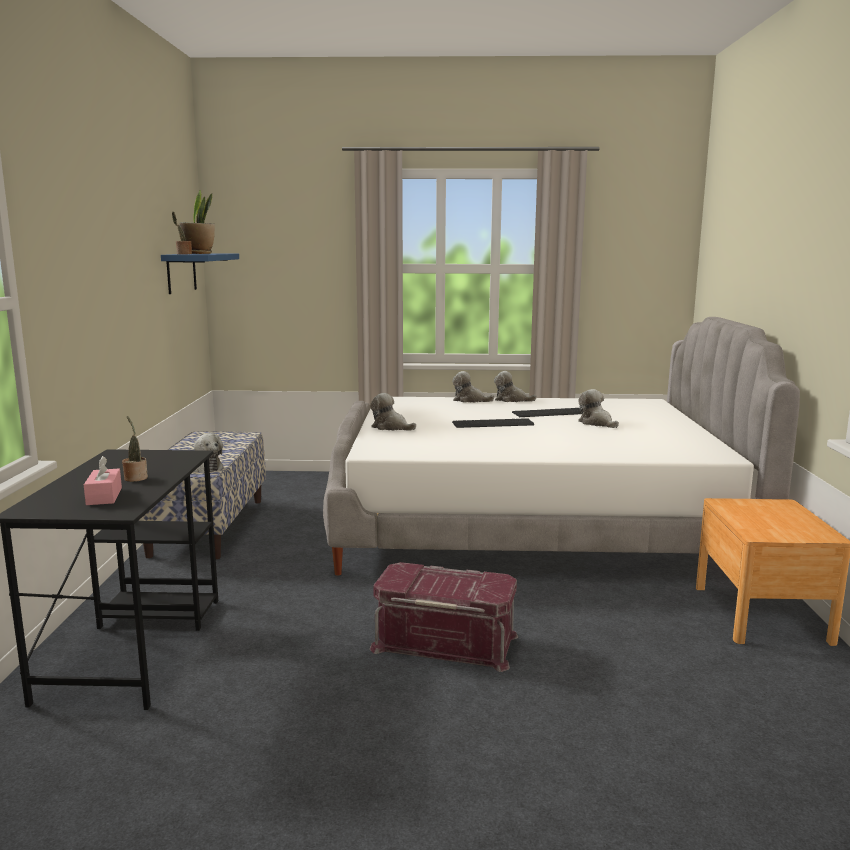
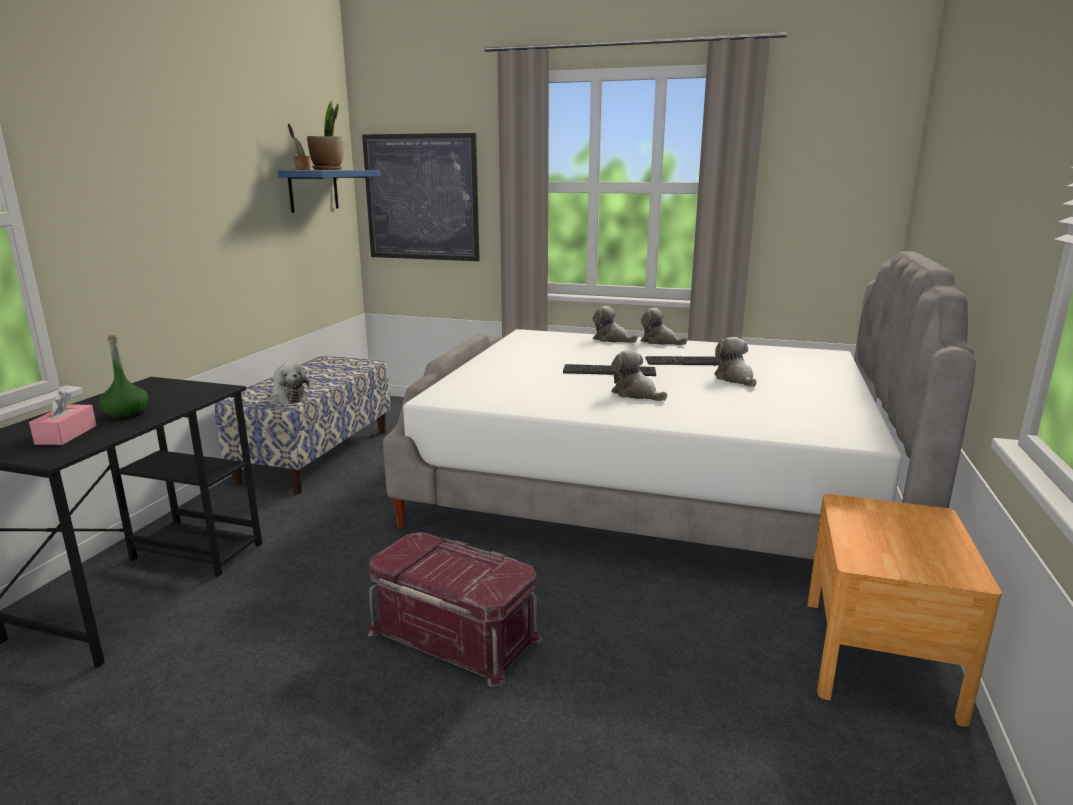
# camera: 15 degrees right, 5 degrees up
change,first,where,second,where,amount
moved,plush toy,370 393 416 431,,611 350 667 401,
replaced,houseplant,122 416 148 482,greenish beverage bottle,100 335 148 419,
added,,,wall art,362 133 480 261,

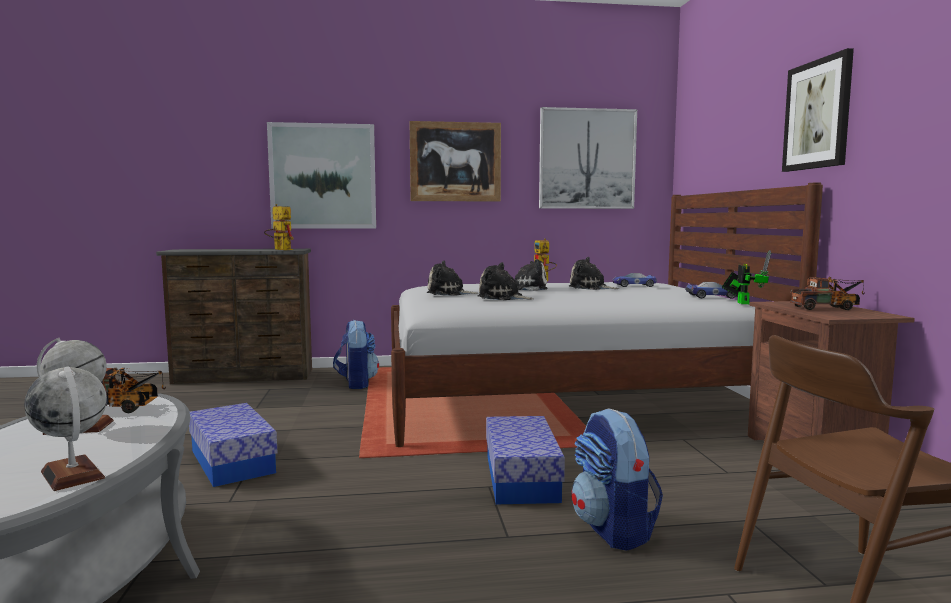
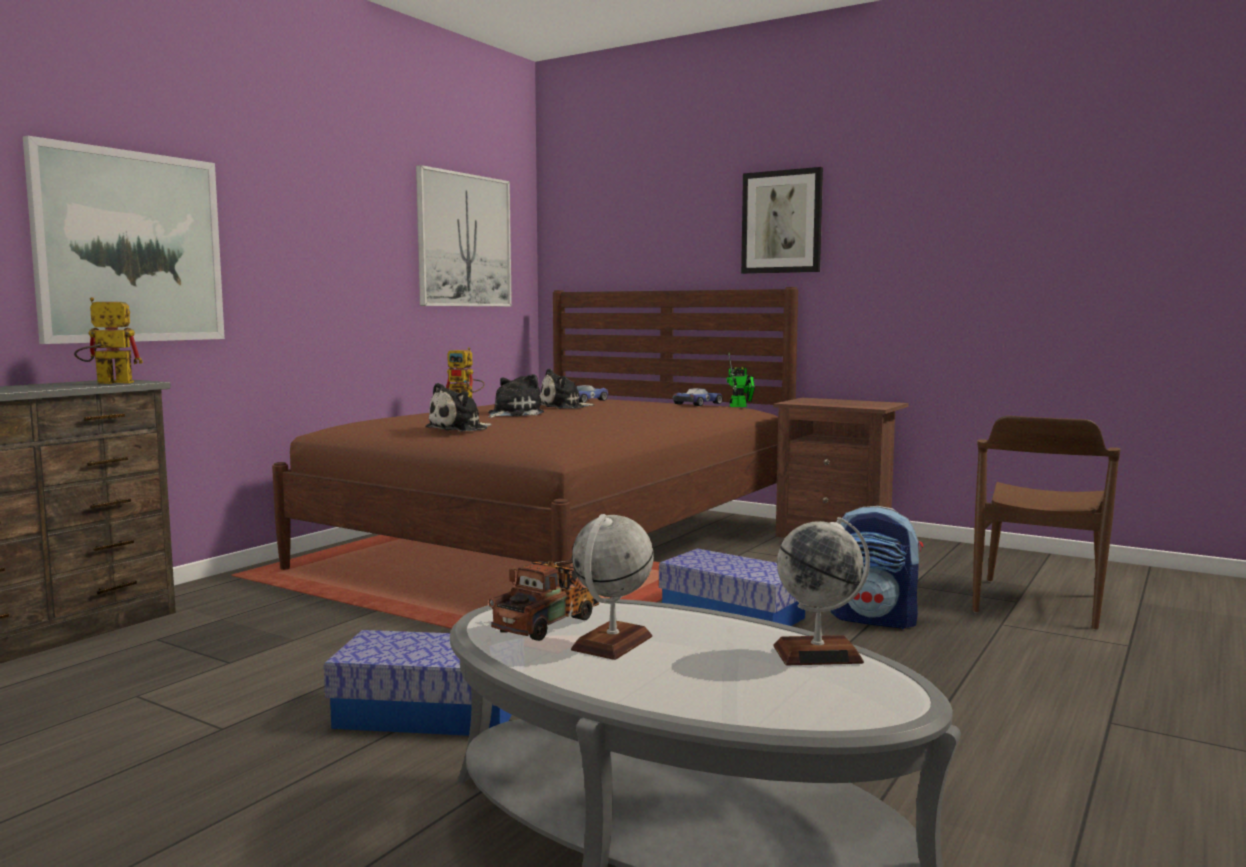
# camera: 50 degrees left, 0 degrees up
change,first,where,second,where,amount
removed,wall art,410 121 501 202,,,
recoloured,white sleeping bed,391 183 823 447,brownish sleeping bed,272 287 798 582,
turned,toy robot,722 250 772 304,,726 353 755 407,120 degrees clockwise
removed,plush toy,477 262 534 300,,,
removed,model truck,790 277 865 310,,,
removed,backpack,333 320 379 389,,,

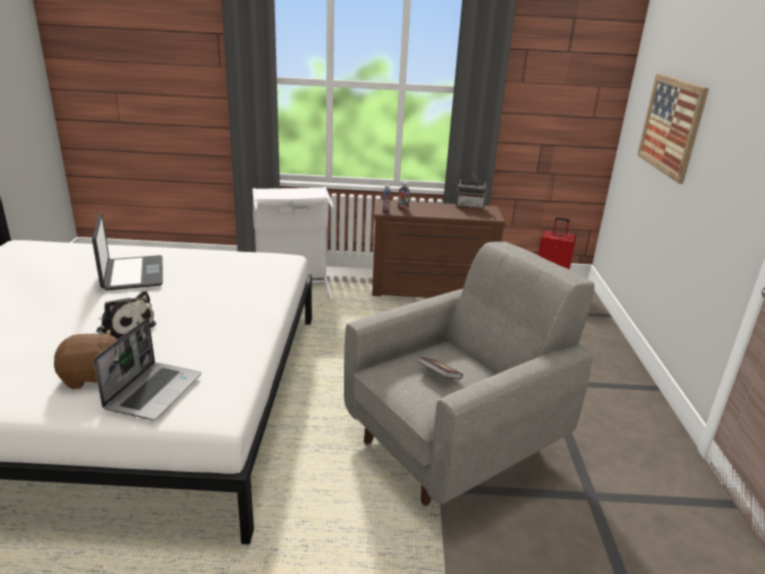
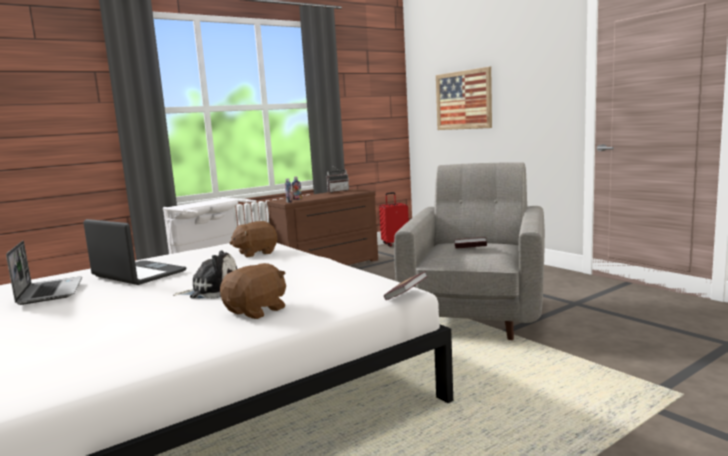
# camera: 35 degrees left, 15 degrees down
change,first,where,second,where,amount
moved,laptop,93 318 201 420,,6 241 82 305,
added,,,brownish plush toy,230 221 277 258,
added,,,volume,384 271 428 300,

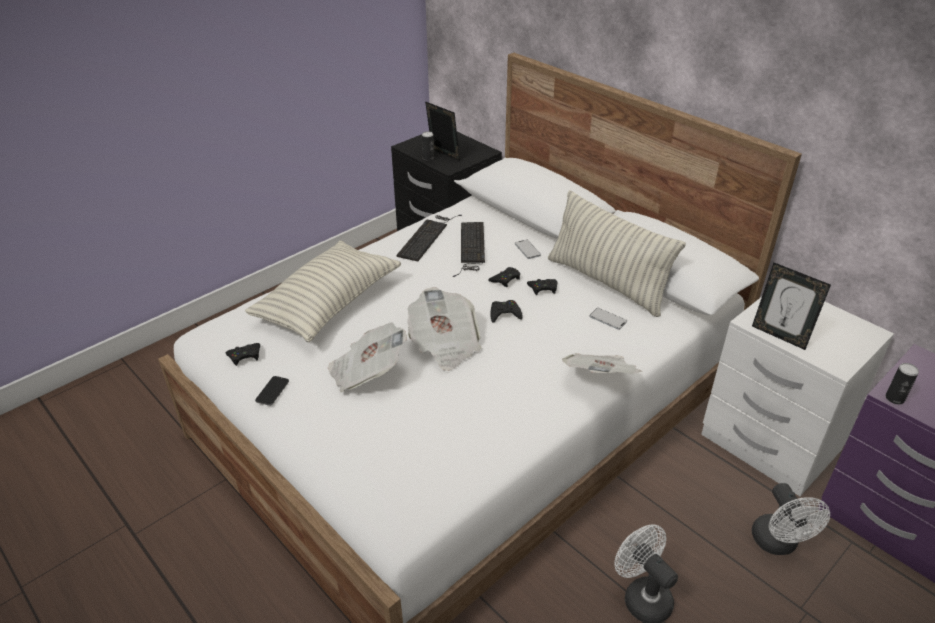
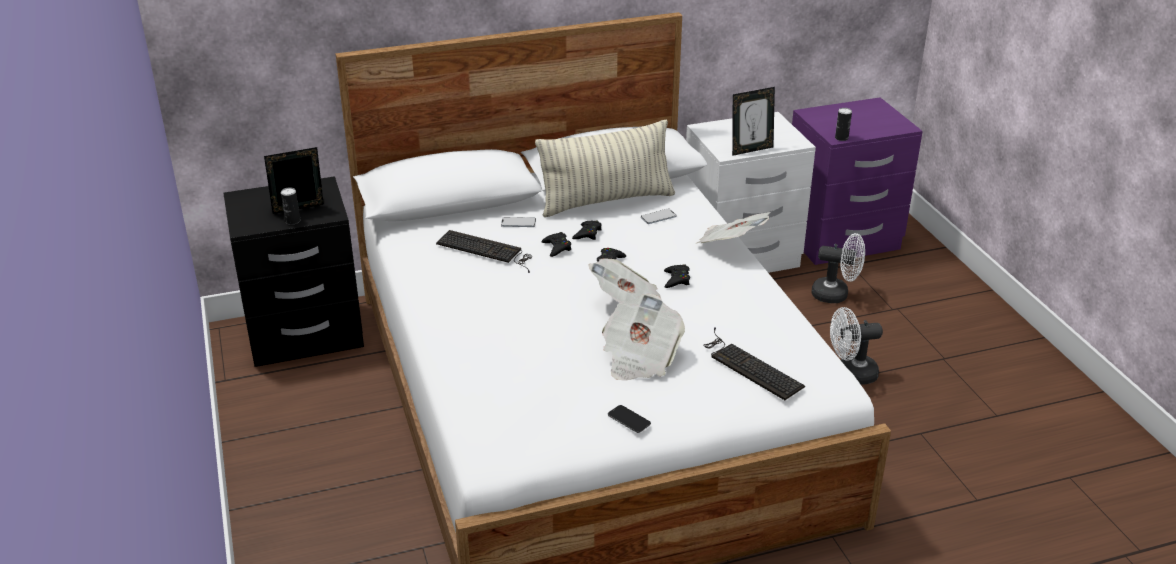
# camera: 65 degrees left, 5 degrees down
change,first,where,second,where,amount
moved,keyboard,397 215 462 262,,703 327 805 400,
removed,pillow,245 241 401 342,,,
moved,black gamepad,226 343 260 366,,664 264 690 288,

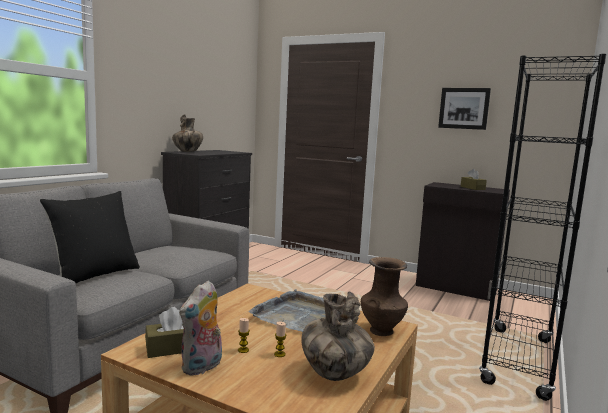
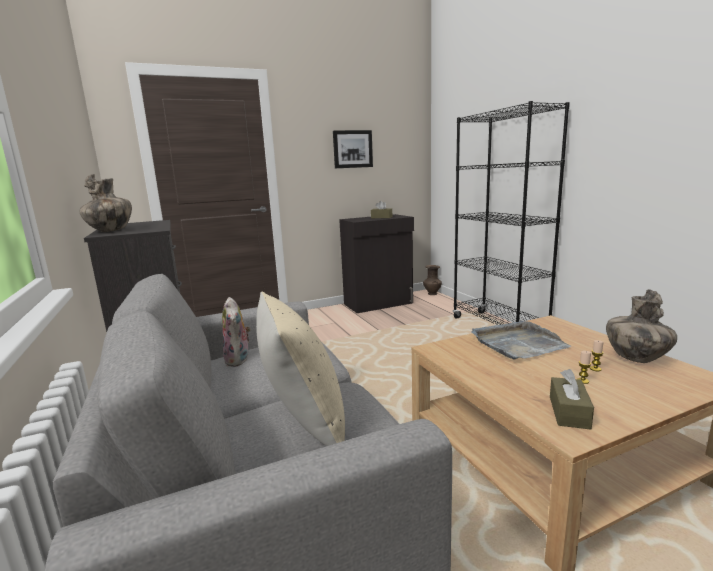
# camera: 50 degrees left, 5 degrees up
change,first,where,second,where,amount
recoloured,black pillow,40 191 140 283,sand-coloured pillow,256 292 345 446,
moved,brownish vase,361 257 408 336,,423 265 442 295,
moved,plush toy,179 281 222 376,,222 297 251 367,

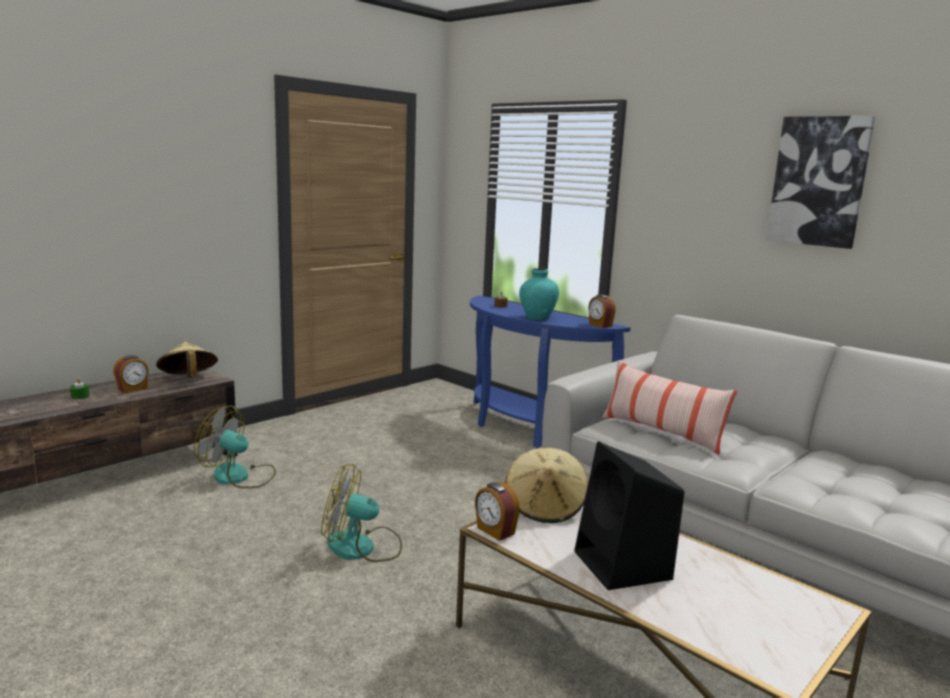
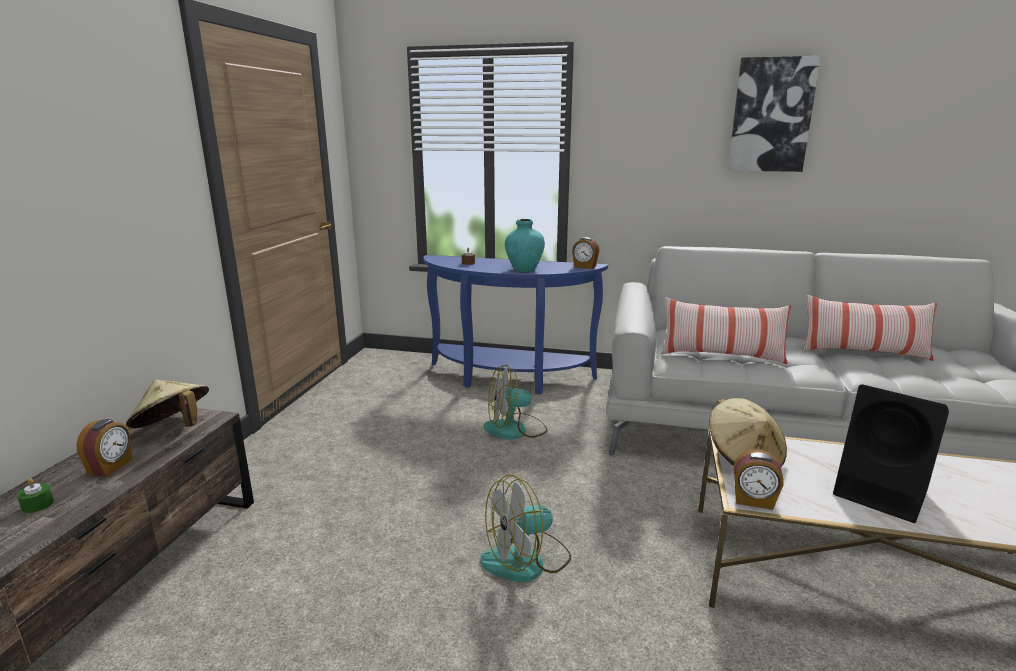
# camera: 30 degrees left, 5 degrees up
change,first,where,second,where,amount
moved,fan,194 405 276 488,,484 365 547 440,
added,,,pillow,803 295 937 361,

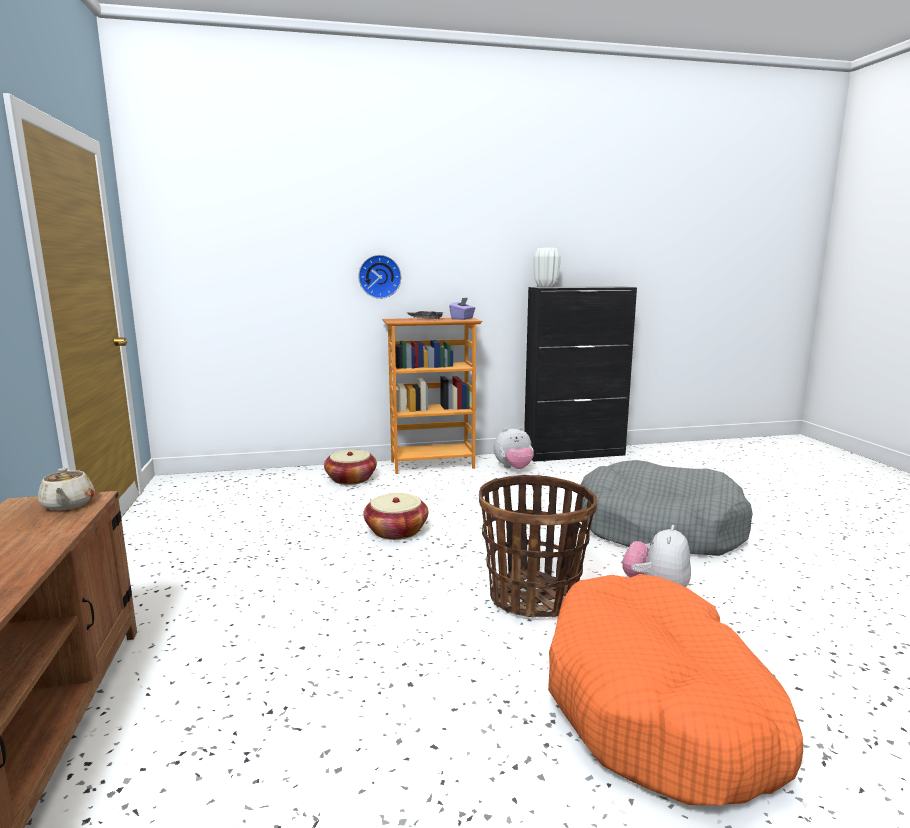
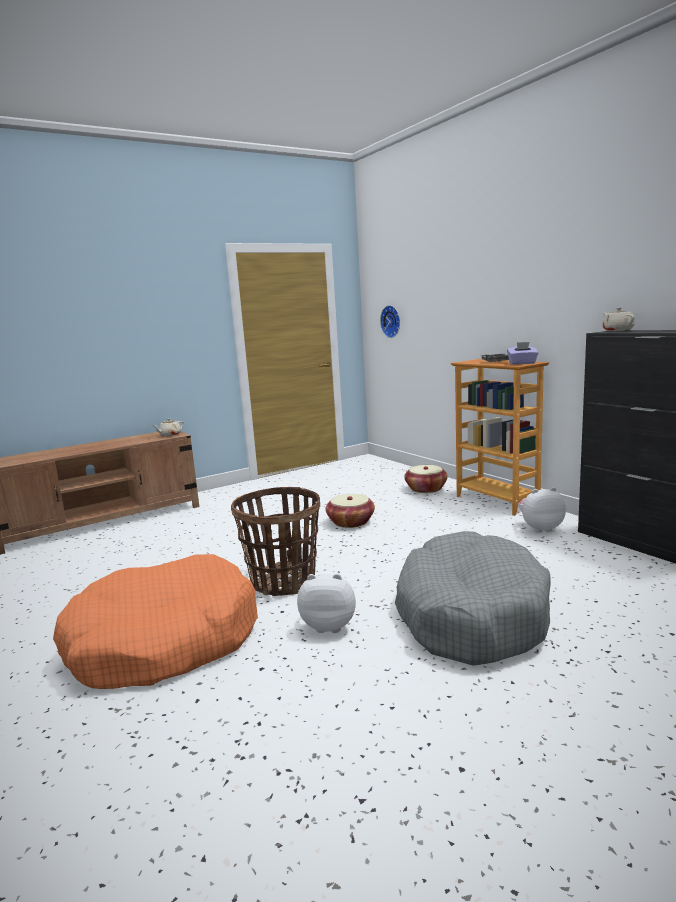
# camera: 70 degrees right, 0 degrees up
change,first,where,second,where,amount
replaced,white vase,533 248 561 287,sand-coloured pot for tea,602 307 635 331,
moved,wall clock,358 255 401 299,,380 305 400 338,
turned,plush toy,494 427 534 469,,519 487 566 533,120 degrees clockwise

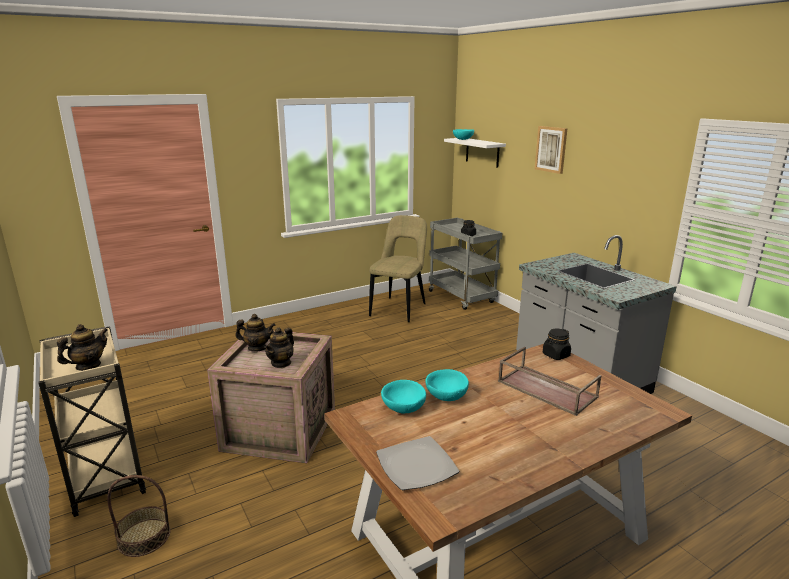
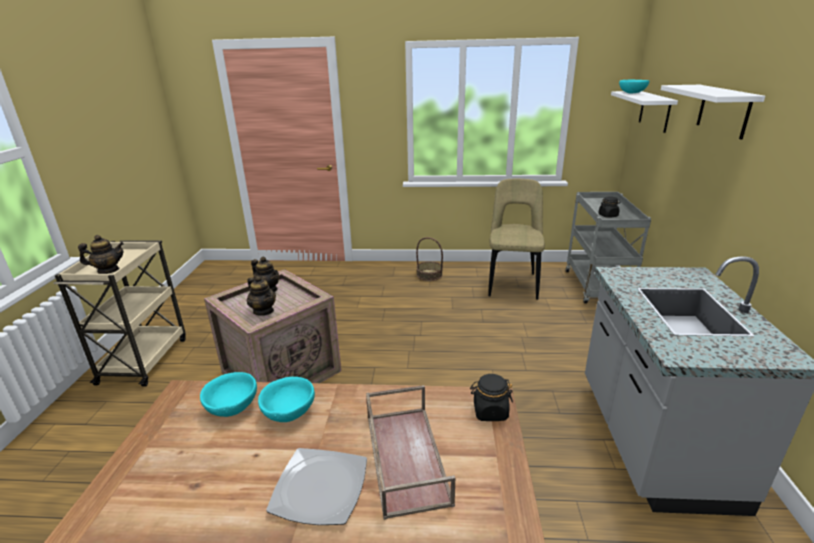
# camera: 35 degrees right, 5 degrees up
change,first,where,second,where,amount
replaced,wall art,535 126 567 174,white bracket shelf,661 85 765 140,
turned,sand-coloured chair,369 215 427 322,,488 179 545 300,45 degrees counterclockwise
turned,pot for tea,264 327 294 368,,247 276 276 316,105 degrees counterclockwise
moved,dinner plate,376 436 459 490,,266 448 367 525,
moved,storage basket,107 475 171 557,,416 237 443 281,

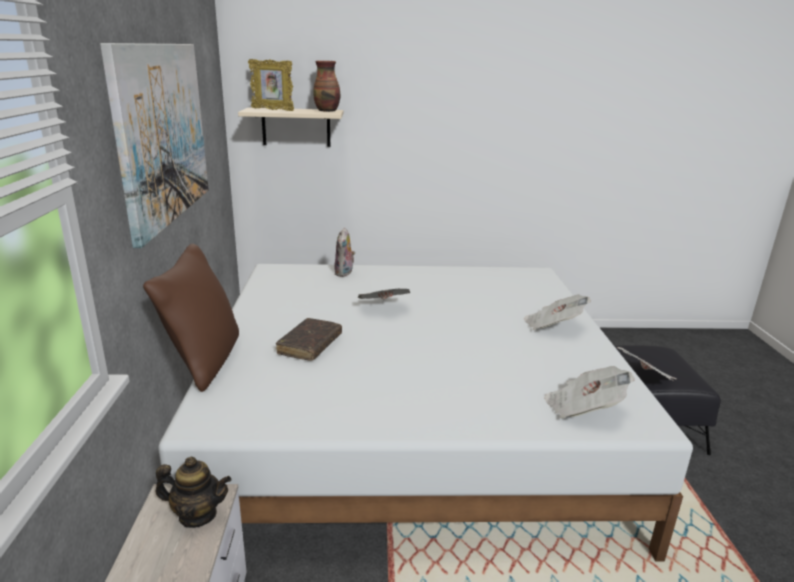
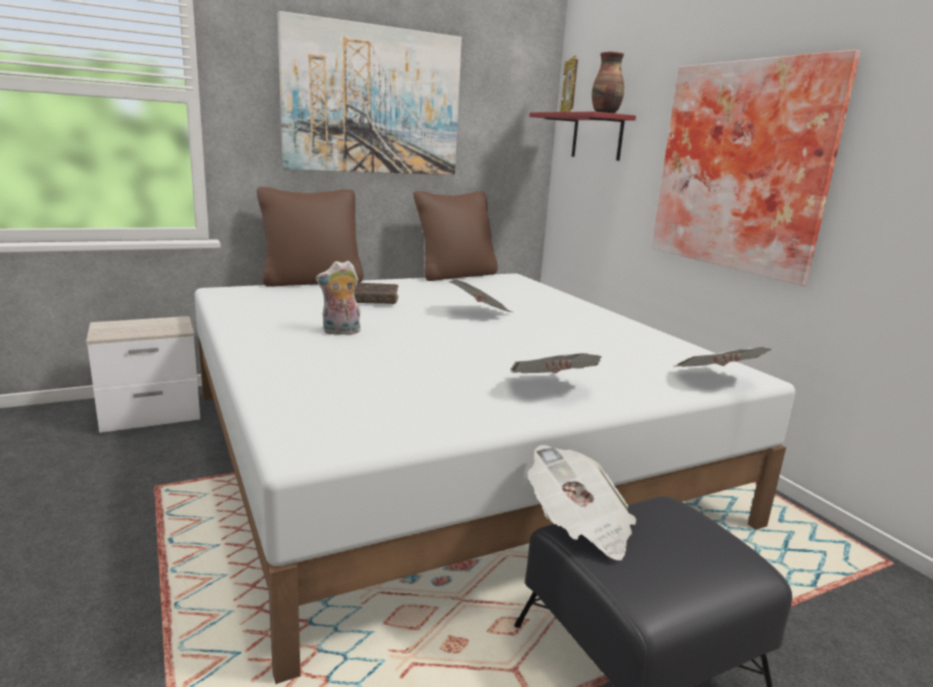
# camera: 65 degrees right, 5 degrees down
change,first,where,second,where,amount
recoloured,sand-coloured bracket shelf,238 108 344 147,red bracket shelf,529 112 636 161,
moved,plush toy,334 227 355 277,,316 261 361 335,
moved,printed paper,544 366 635 419,,675 347 772 367,
removed,pot for tea,155 457 232 528,,,
added,,,wall art,651 50 861 286,
added,,,brownish pillow,413 191 498 281,

